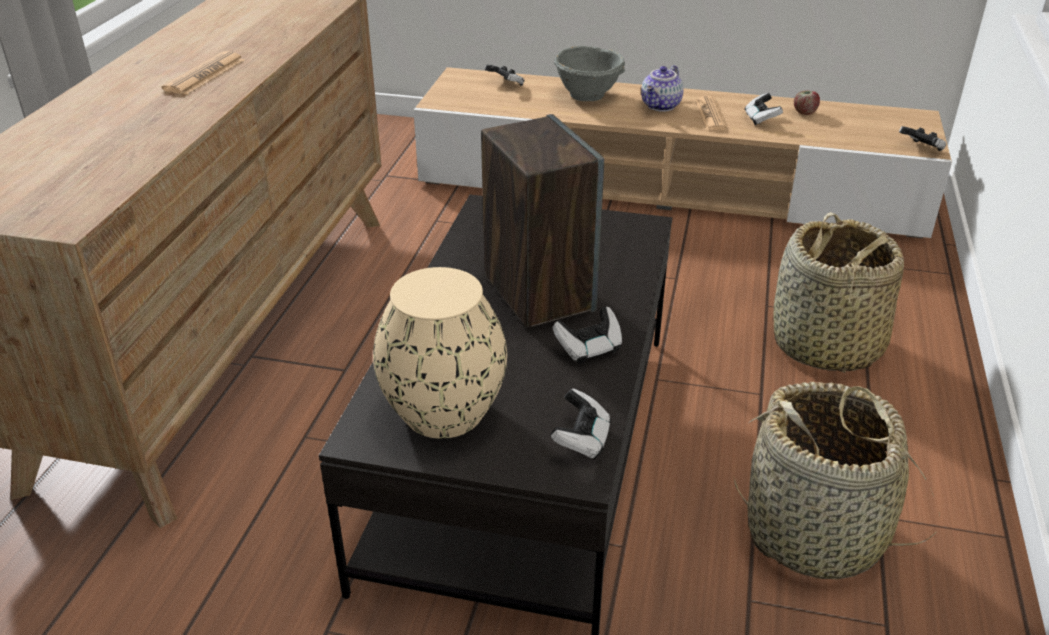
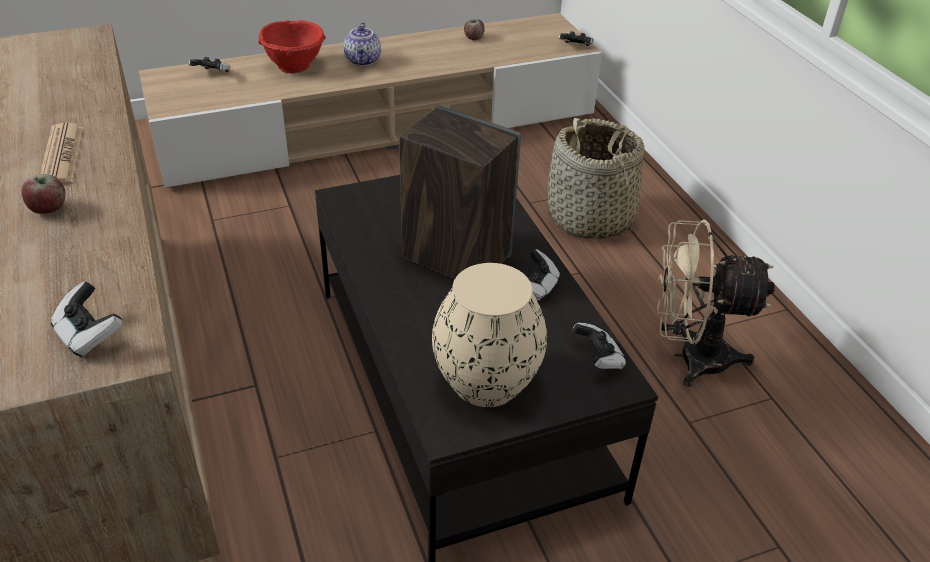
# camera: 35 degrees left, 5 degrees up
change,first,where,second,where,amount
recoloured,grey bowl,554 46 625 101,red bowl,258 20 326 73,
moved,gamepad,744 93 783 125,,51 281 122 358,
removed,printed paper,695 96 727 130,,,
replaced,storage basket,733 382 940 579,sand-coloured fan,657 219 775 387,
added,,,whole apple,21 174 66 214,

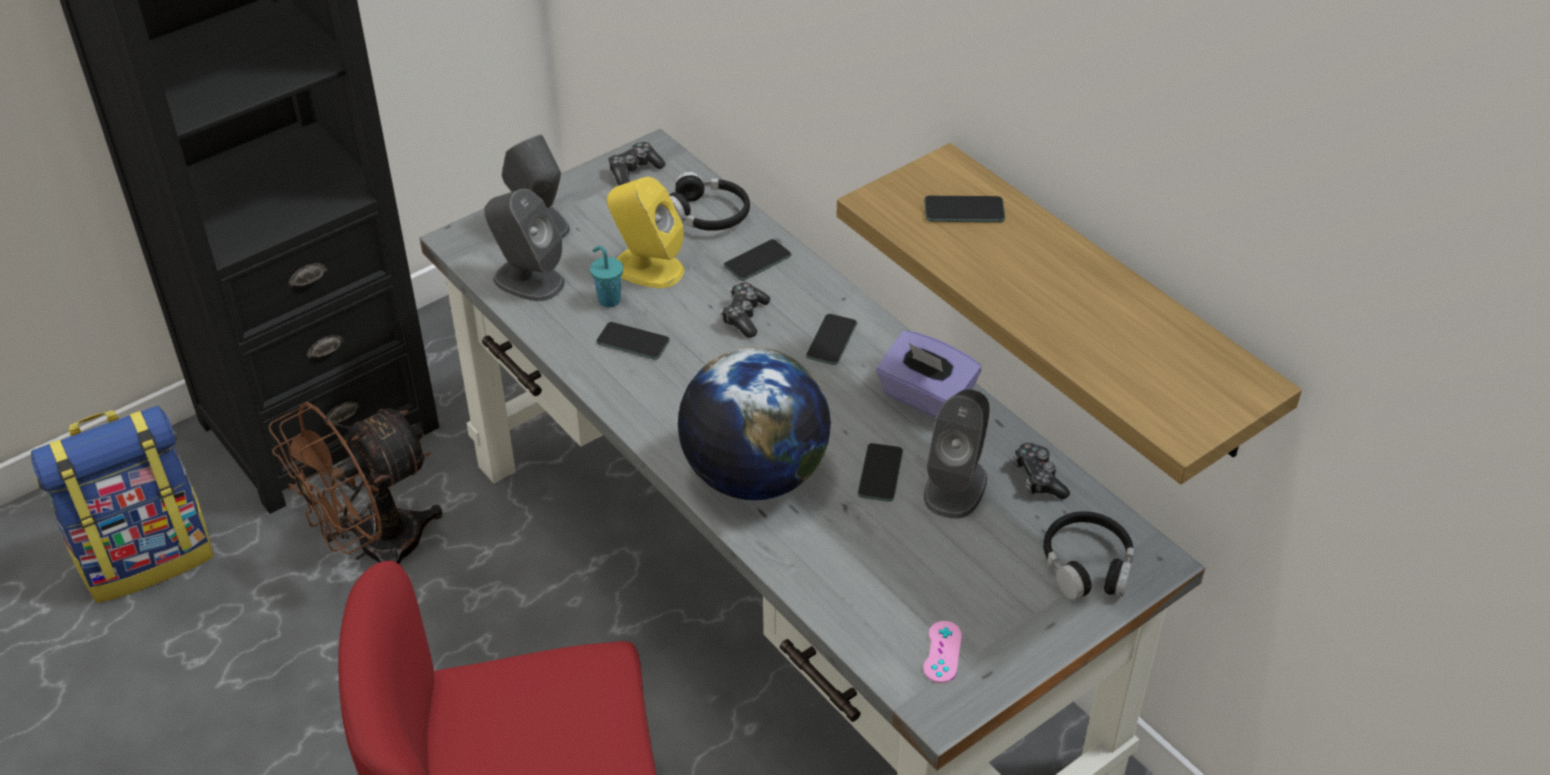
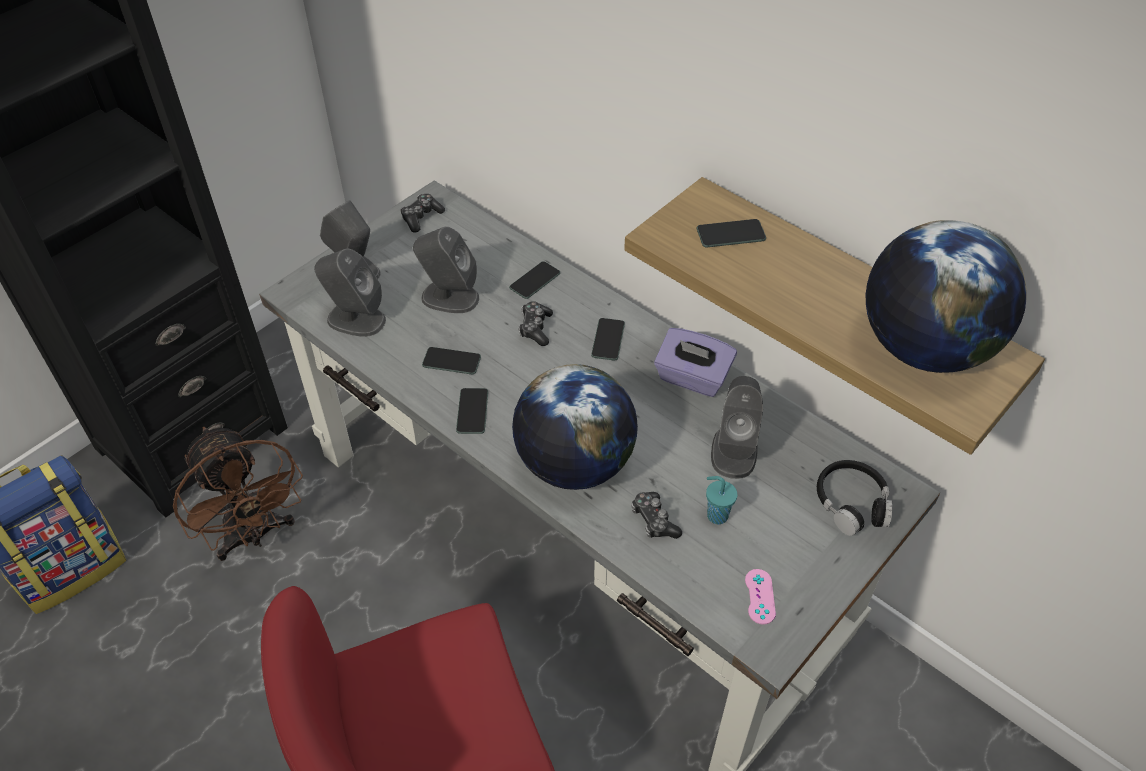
# camera: 10 degrees left, 5 degrees up
change,first,where,second,where,amount
removed,black headset,669 172 750 231,,,
recoloured,yellow loudspeaker,607 177 684 288,grey loudspeaker,413 226 479 313,
moved,turquoise-coloured drinking cup,590 246 623 307,,706 476 737 524,
turned,brownish fan,268 402 442 564,,173 427 303 561,75 degrees counterclockwise
moved,telephone,857 443 903 502,,456 388 488 434,
moved,gamepad,1013 443 1070 499,,631 492 682 539,
added,,,world globe,866 220 1027 373,

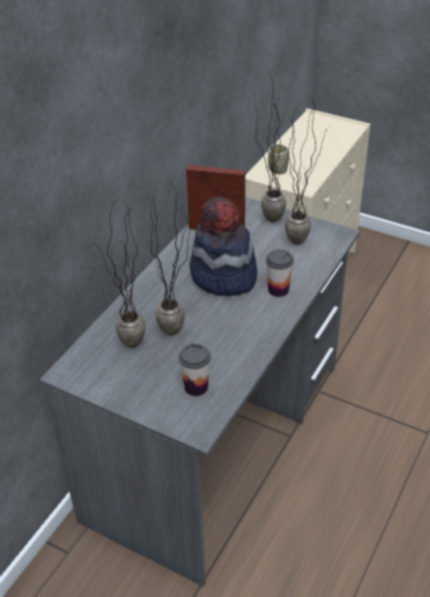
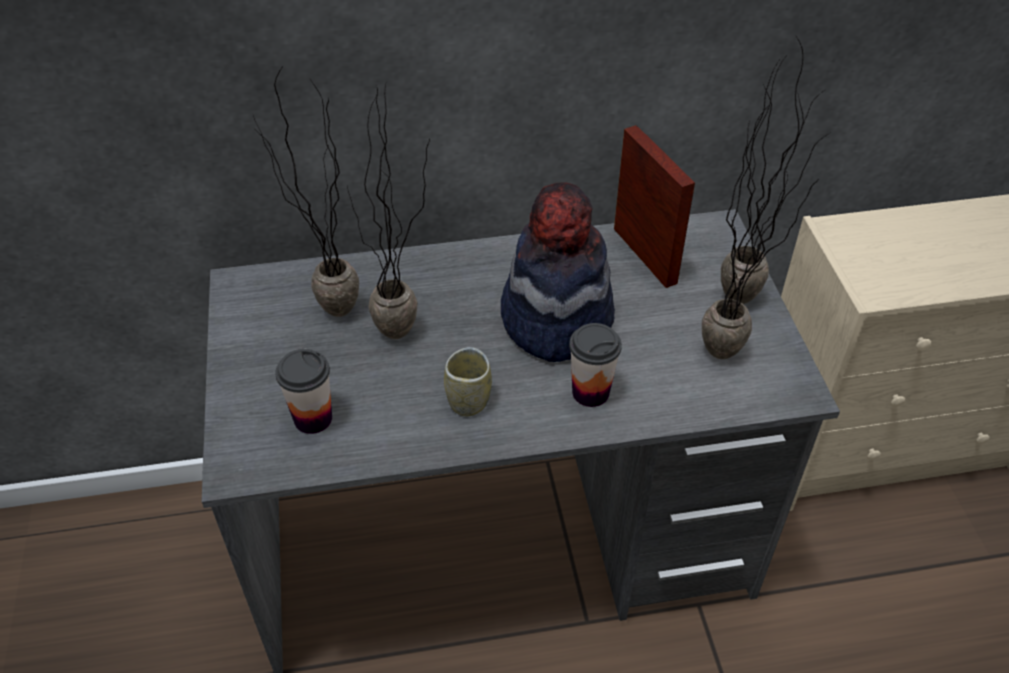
# camera: 50 degrees right, 5 degrees up
change,first,where,second,where,amount
moved,drinking cup,268 144 289 174,,444 347 492 416,

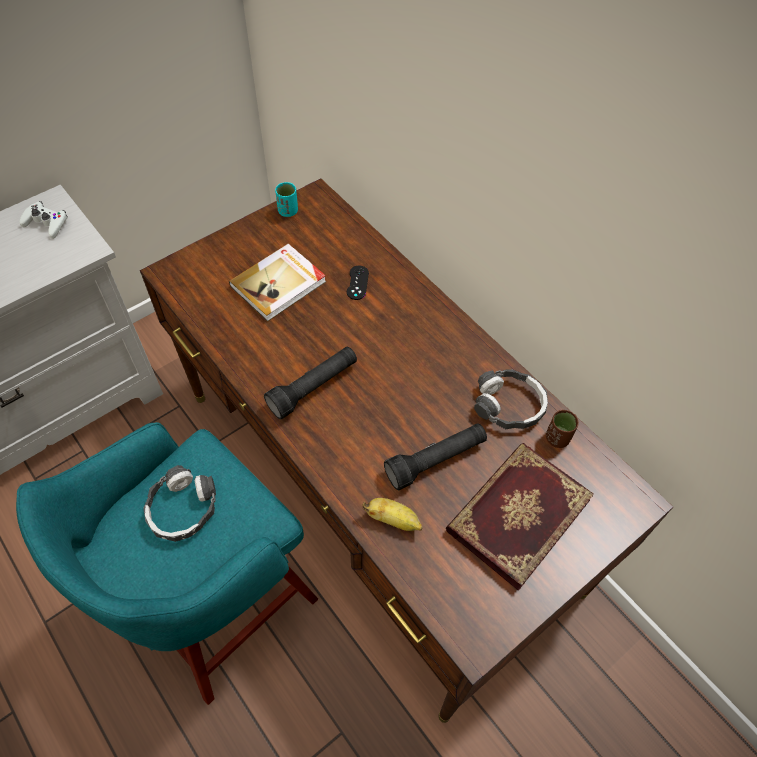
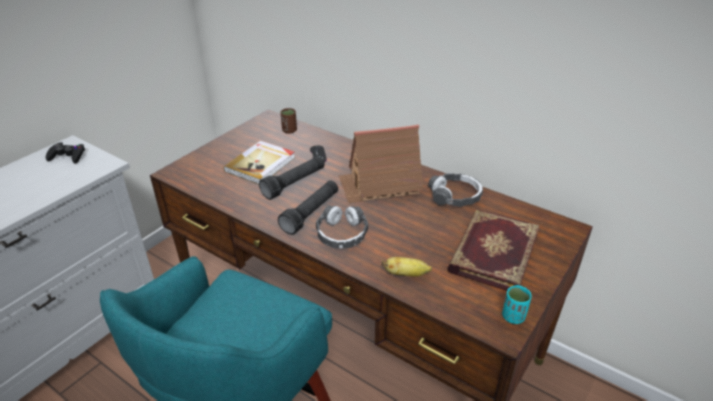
# camera: 15 degrees left, 20 degrees down
change,first,where,second,where,amount
moved,turquoise-coloured drinking cup,275 182 298 217,,502 285 532 324,
recoloured,white gamepad,19 201 68 239,black gamepad,46 142 85 164,
moved,brownish drinking cup,546 410 579 448,,280 108 297 134,
moved,black flashlight,384 423 487 490,,259 156 325 200,
moved,headset,143 465 216 542,,316 205 368 248,
added,,,toy house,339 125 423 203,

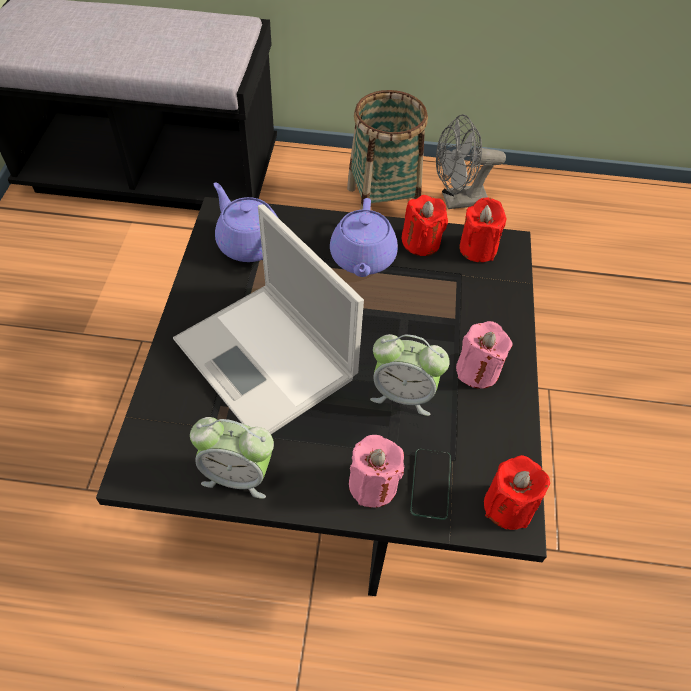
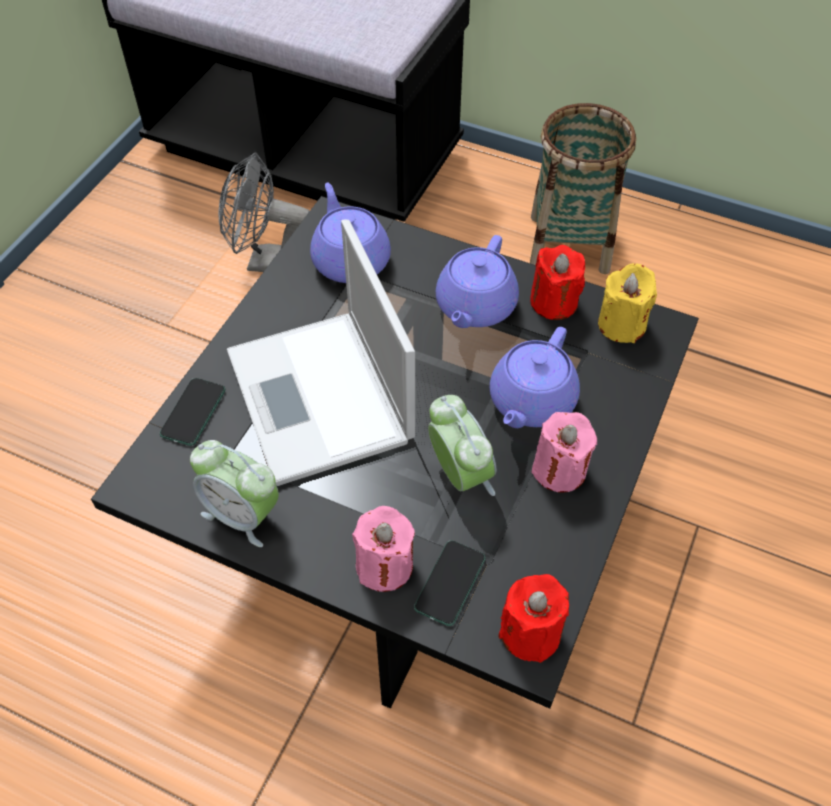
# camera: 20 degrees right, 0 degrees up
change,first,where,second,where,amount
moved,grey fan,436 114 506 209,,218 153 310 272,
recoloured,red candle,459 198 506 262,yellow candle,598 263 657 343,
turned,bedside clock,370 334 450 416,,428 395 496 496,150 degrees counterclockwise
added,,,purple-coloured pot for tea,490 327 580 428,
added,,,telephone,160 378 225 446,

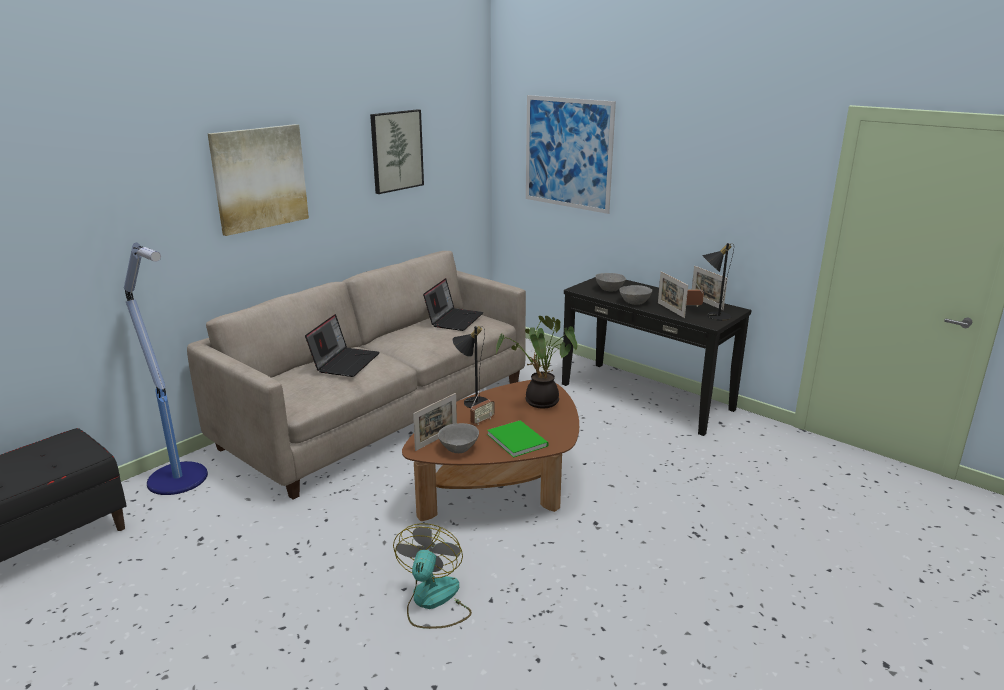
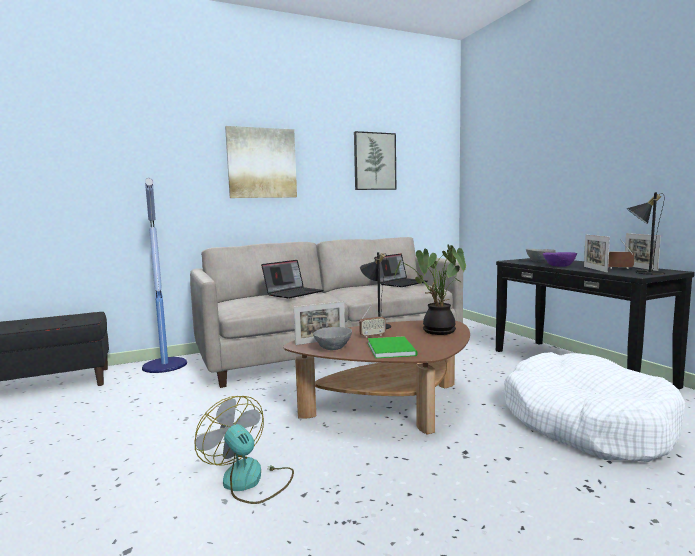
# camera: 25 degrees right, 15 degrees down
change,first,where,second,where,amount
removed,wall art,526 95 616 214,,,
recoloured,grey bowl,619 285 652 305,purple-coloured bowl,543 252 577 267,
turned,fan,393 523 472 629,,195 396 294 504,75 degrees counterclockwise
added,,,white dog bed,504 352 686 462,

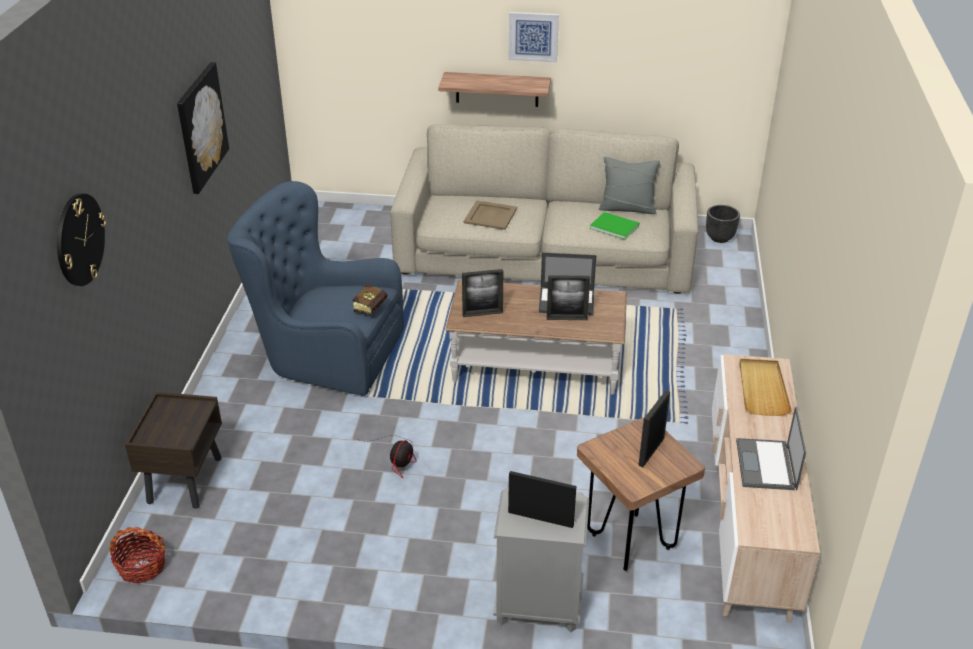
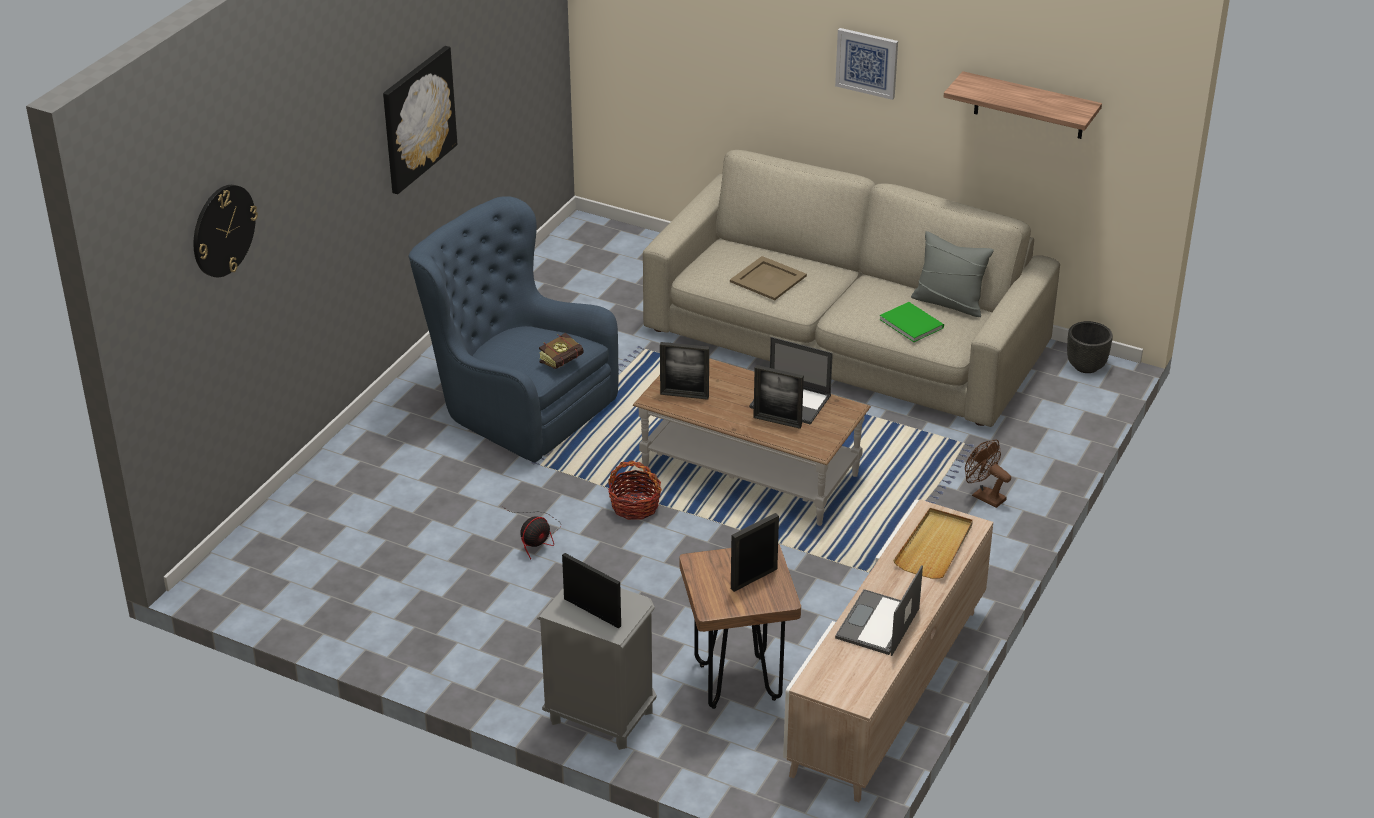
# camera: 20 degrees right, 0 degrees up
change,first,where,second,where,amount
moved,bracket shelf,438 72 551 107,,944 71 1102 139,
removed,brownish bedside table,125 392 222 509,,,
moved,storage basket,109 527 166 584,,608 460 662 520,
added,,,brownish fan,965 439 1011 508,

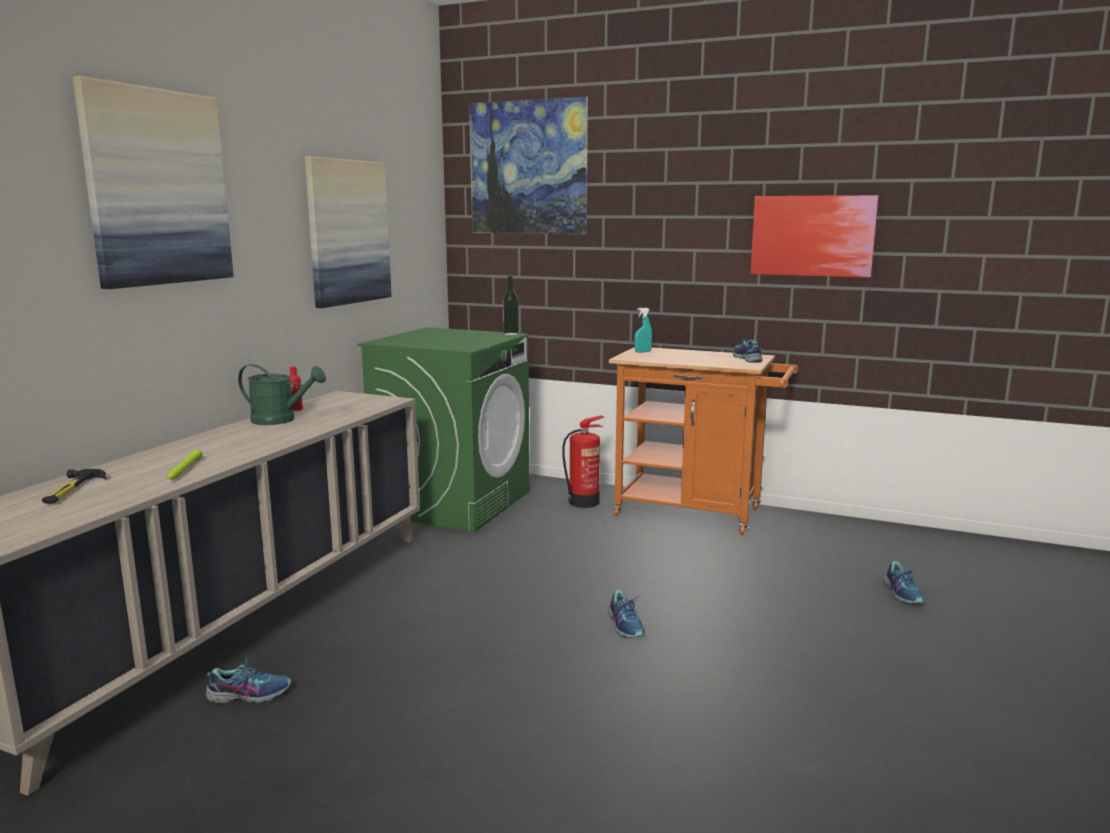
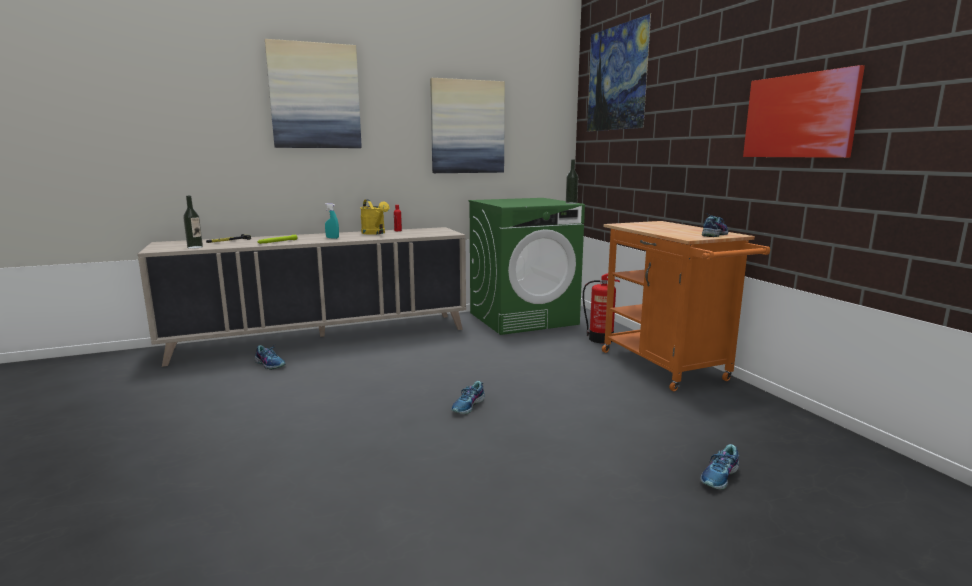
# camera: 45 degrees right, 0 degrees up
change,first,where,second,where,amount
moved,turquoise-coloured sprayer,634 308 652 353,,325 203 339 239,
recoloured,greenish sprinkling can,238 364 326 425,yellow sprinkling can,360 199 389 235,
added,,,beverage bottle,183 196 203 249,

